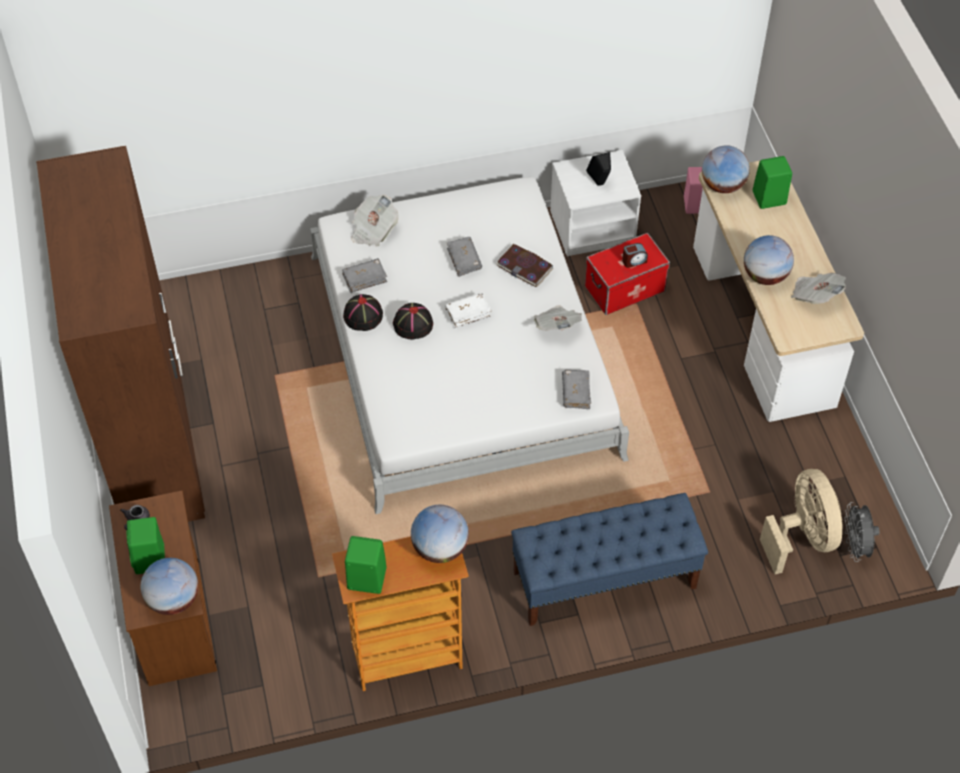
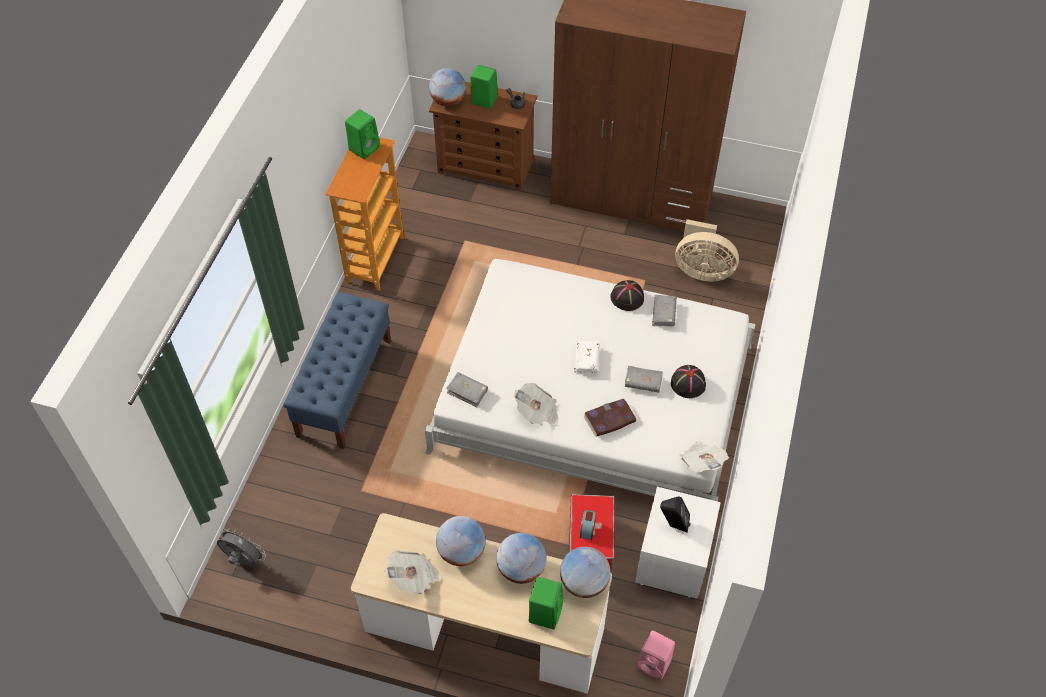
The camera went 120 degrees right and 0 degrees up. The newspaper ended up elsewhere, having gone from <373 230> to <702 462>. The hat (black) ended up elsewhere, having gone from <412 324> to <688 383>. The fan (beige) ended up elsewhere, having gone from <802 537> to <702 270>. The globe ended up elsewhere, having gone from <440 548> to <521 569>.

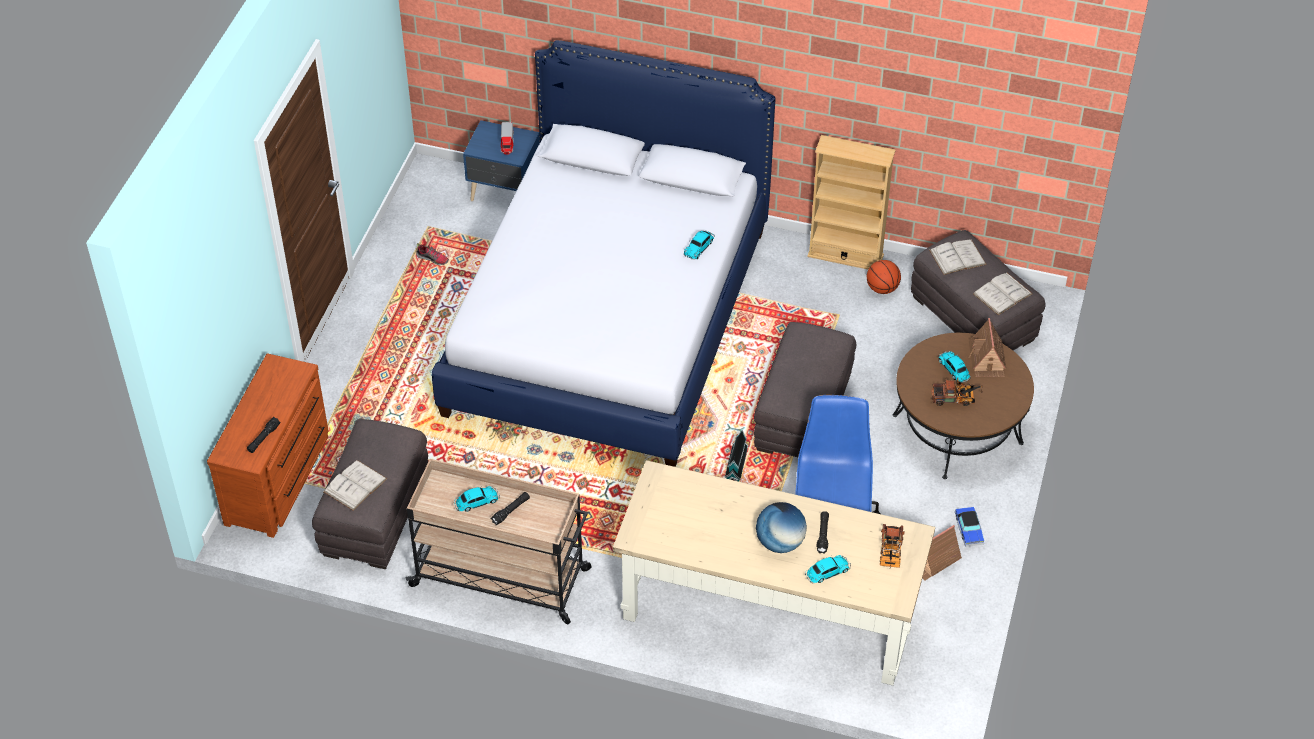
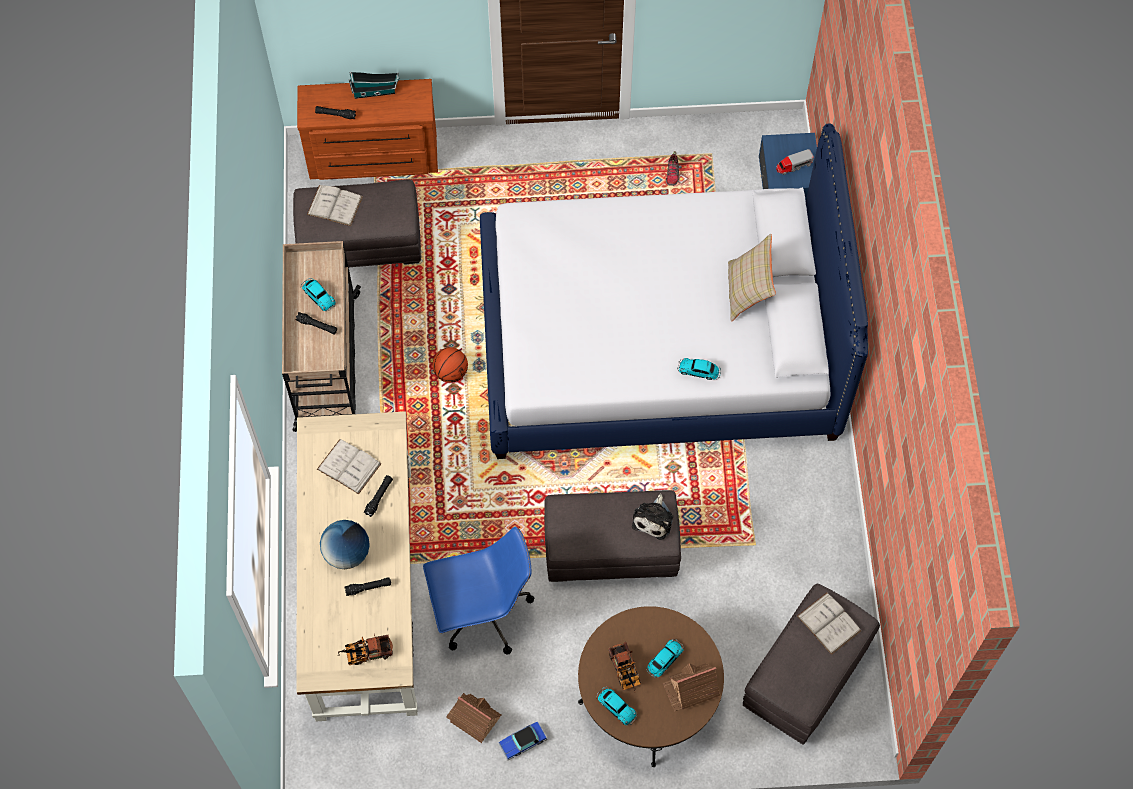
The camera went 70 degrees right and 15 degrees up. The second view lost the bookcase (beige) at <845 255>. The basketball ended up elsewhere, having gone from <882 288> to <451 372>. The book (white) ended up elsewhere, having gone from <1002 294> to <349 466>. The toy house ended up elsewhere, having gone from <736 468> to <376 91>. The toy car ended up elsewhere, having gone from <827 572> to <616 706>. The second view gained the pillow (beige) at <748 292>. The second view gained the flashlight (black) at <379 497>. The second view gained the plush toy at <654 519>.

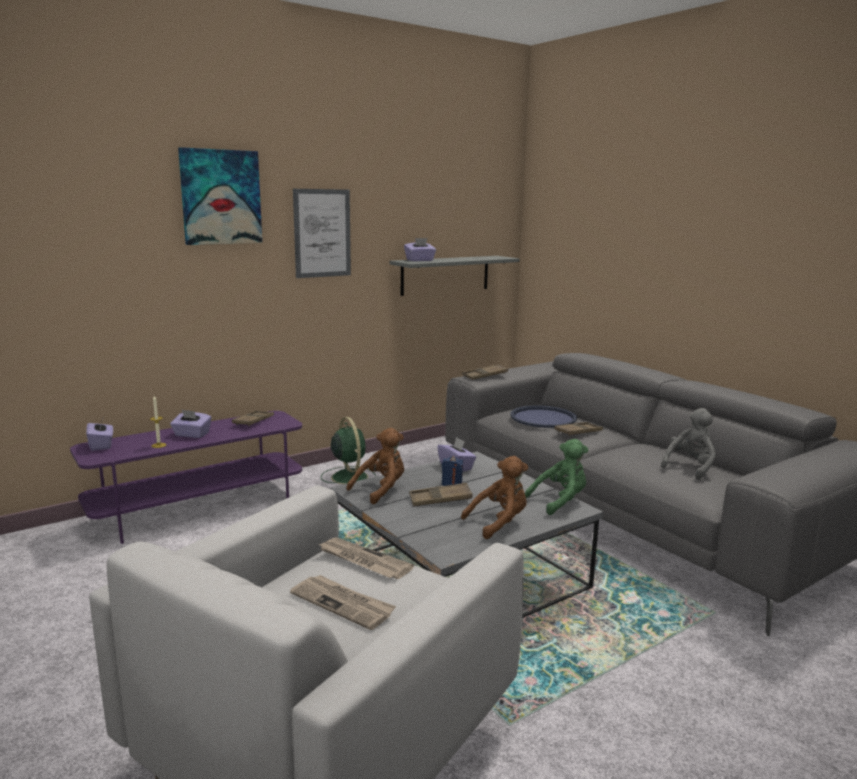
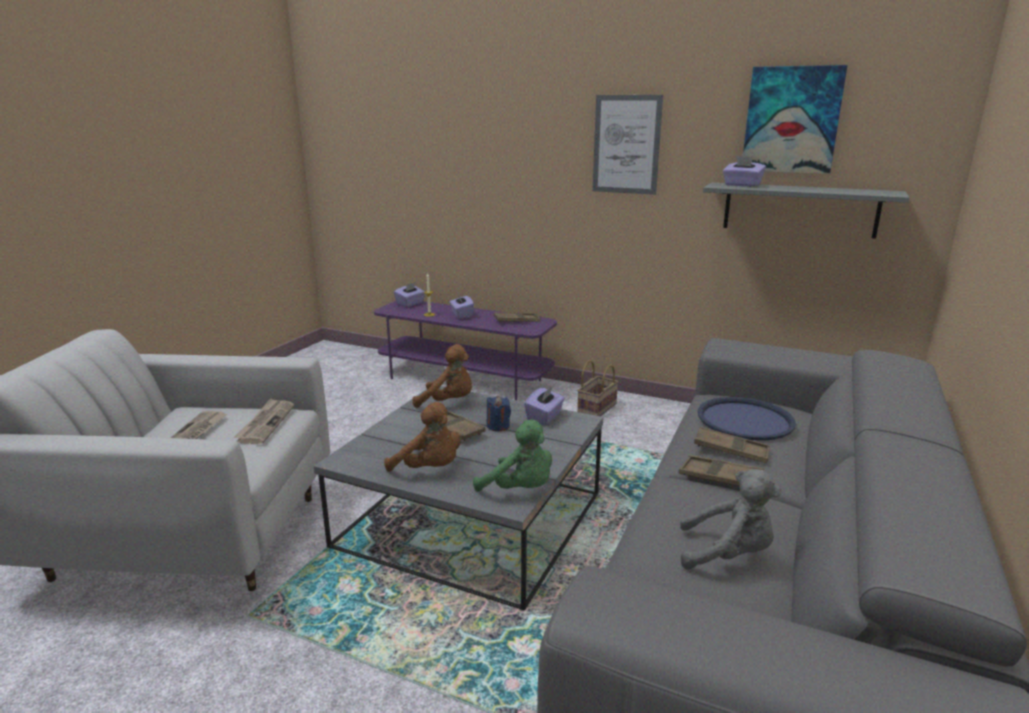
The camera went 60 degrees right and 5 degrees up. The picture ended up elsewhere, having gone from <221 197> to <792 120>. The tray (brown) ended up elsewhere, having gone from <485 375> to <720 477>. Where the fan (green) stood at <349 476>, the basket came to stand at <596 408>.

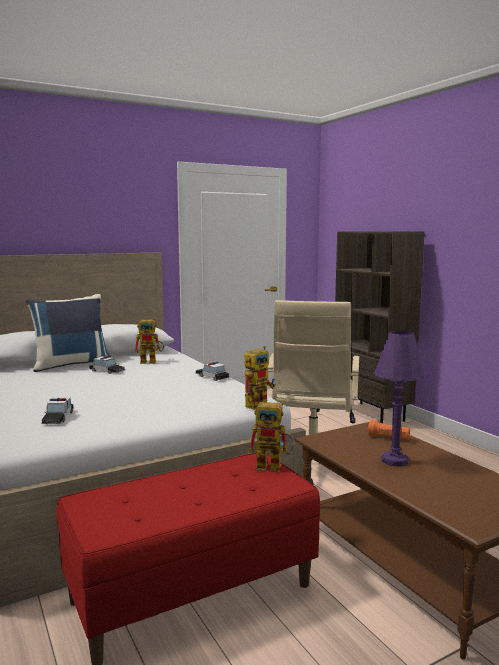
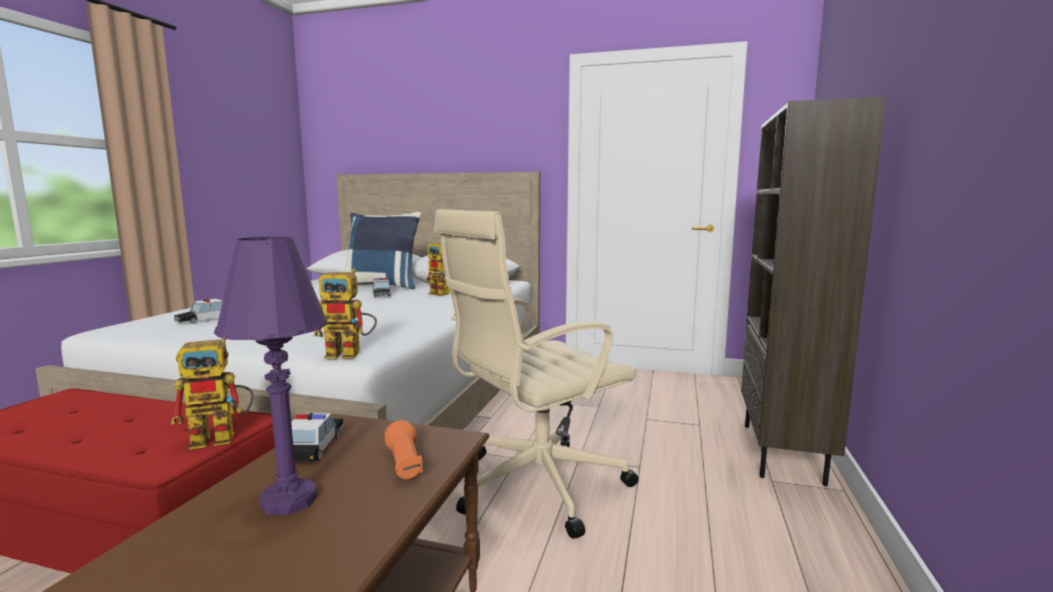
The camera went 45 degrees right and 0 degrees up. The toy car ended up elsewhere, having gone from <212 377> to <314 446>. The toy robot at <274 467> ended up facing another way, 75 degrees counterclockwise from before.

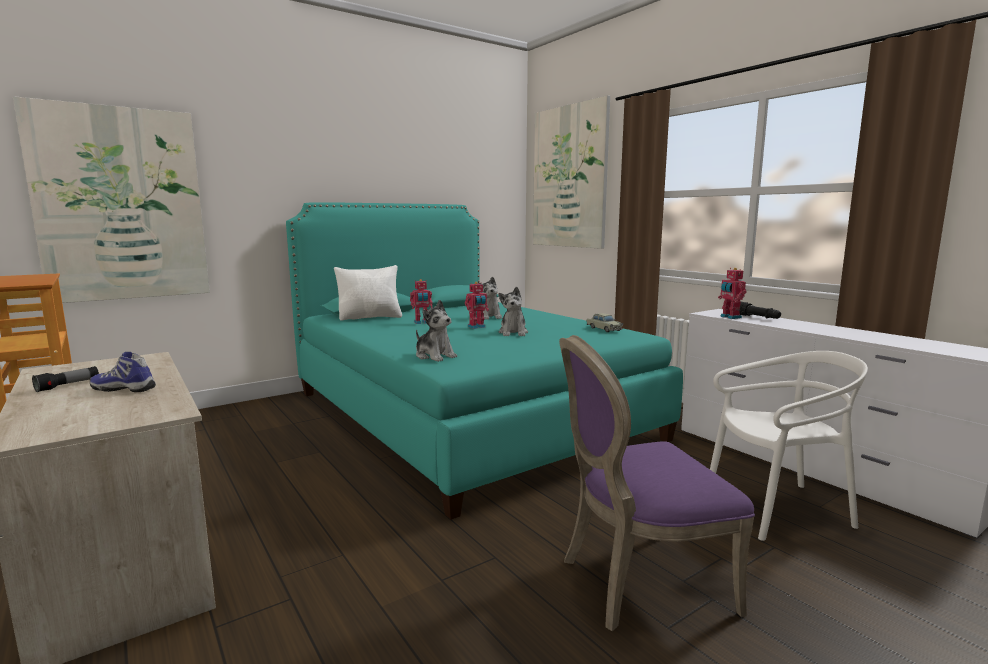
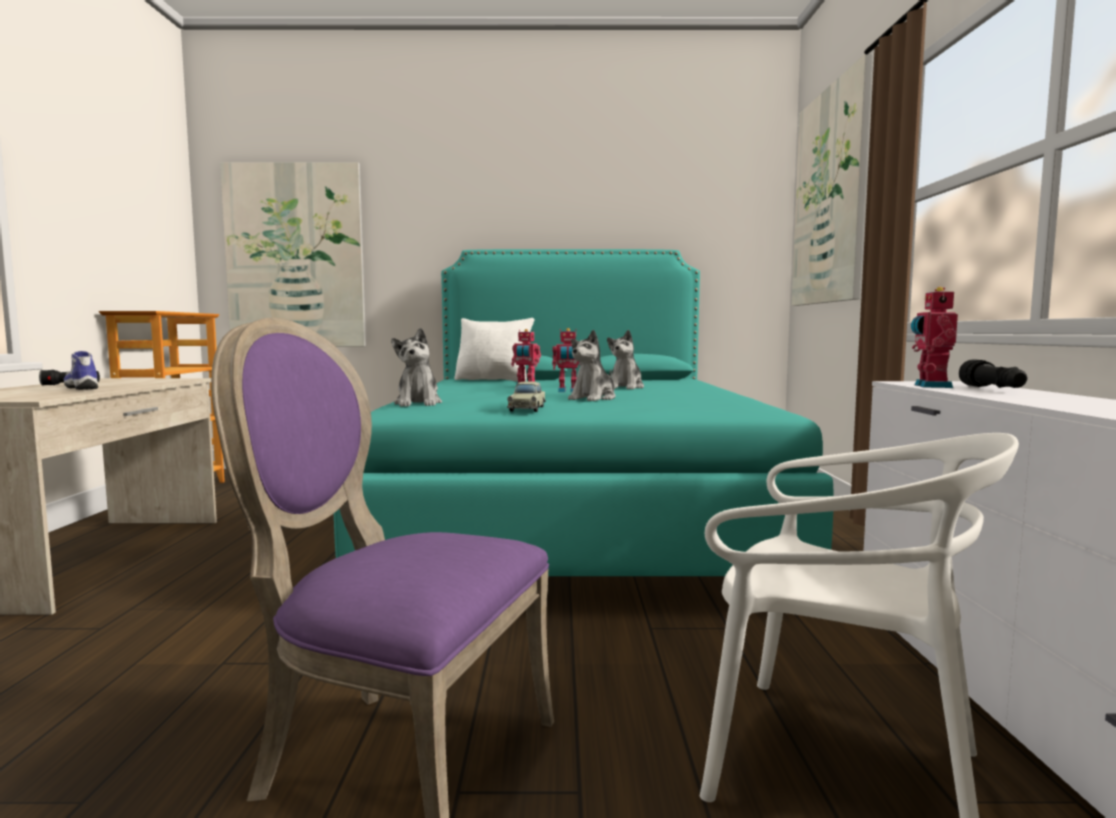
The camera went 35 degrees right and 5 degrees down. The toy car (beige) ended up elsewhere, having gone from <604 329> to <527 408>.

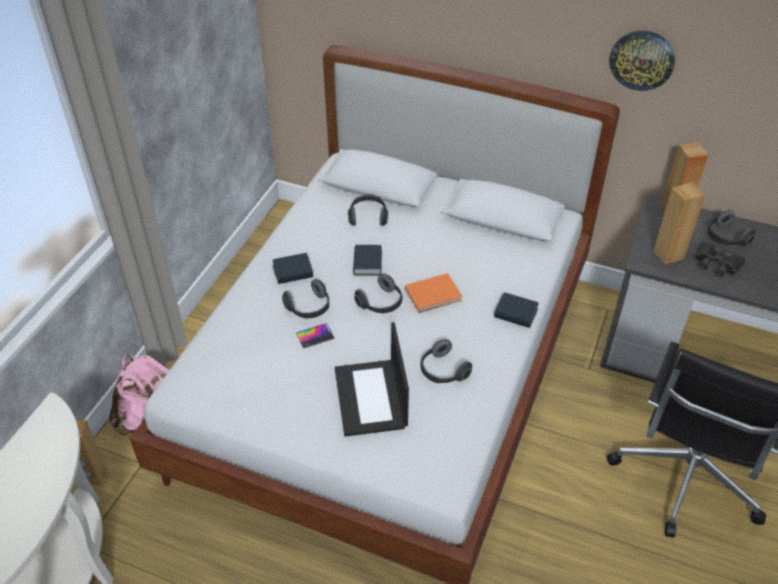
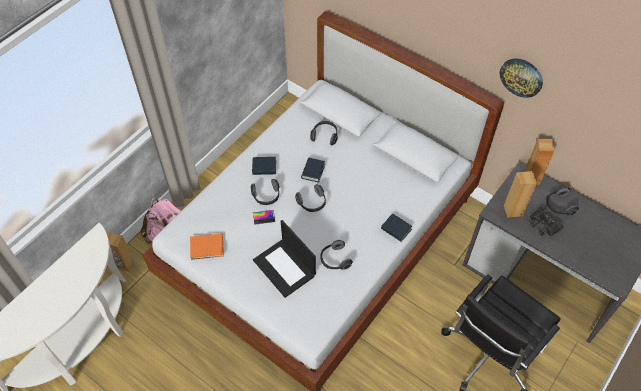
The camera went 15 degrees right and 10 degrees up. The book (orange) ended up elsewhere, having gone from <434 295> to <208 247>. The laptop at <371 398> ended up facing another way, 45 degrees counterclockwise from before.

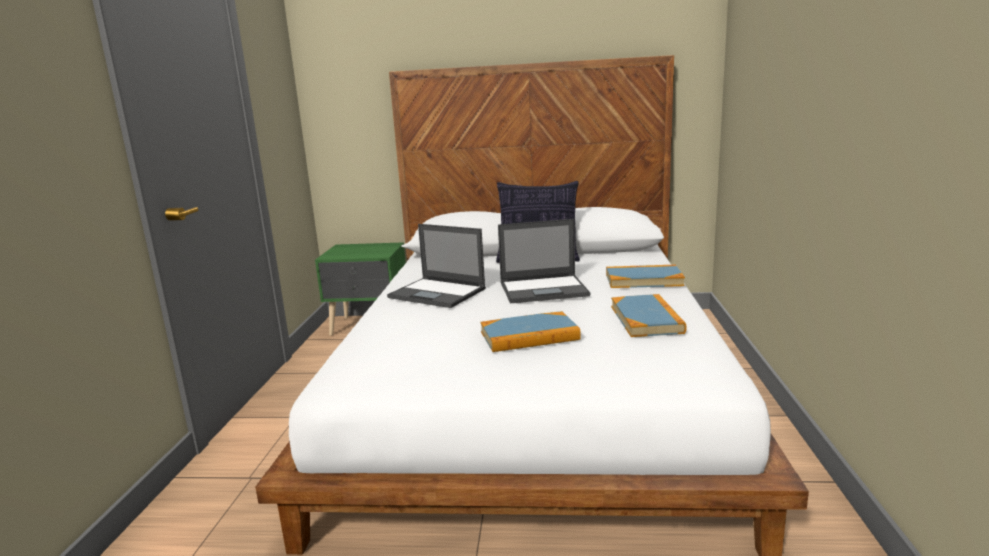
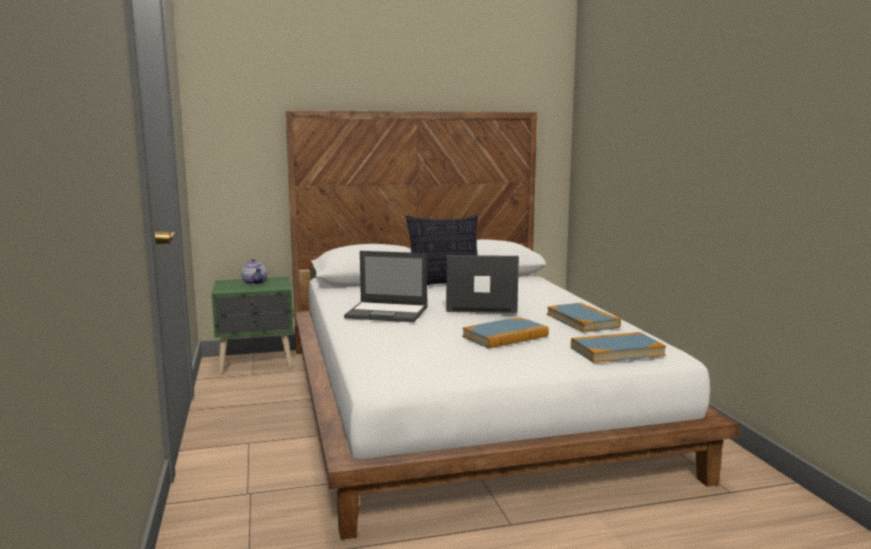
The camera went 20 degrees left and 5 degrees down. The laptop at <544 289> ended up facing another way, 150 degrees counterclockwise from before. The book ended up elsewhere, having gone from <643 280> to <617 351>. The second view gained the teapot at <255 282>.

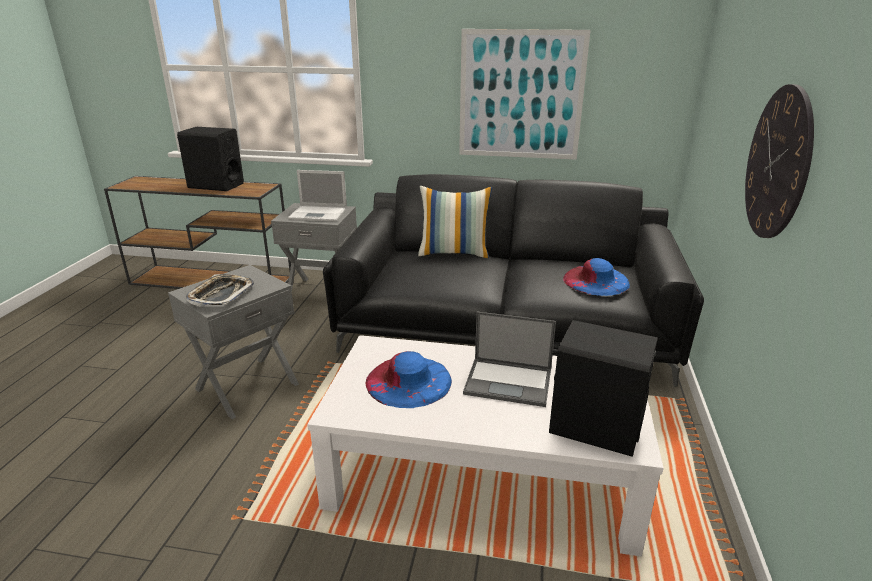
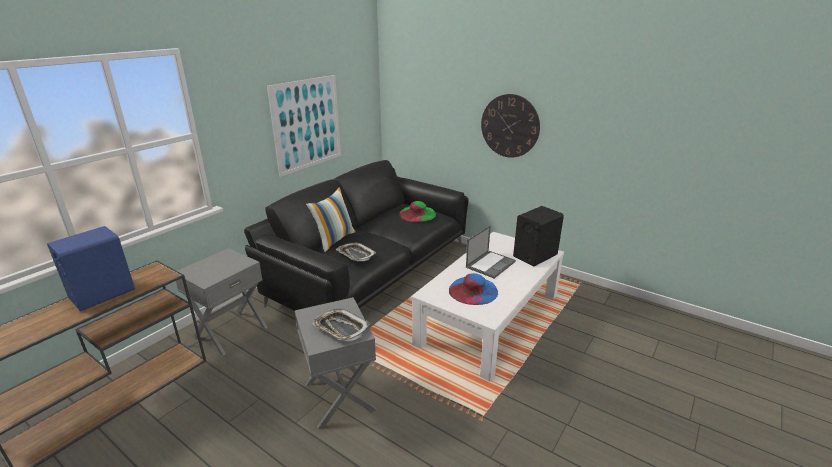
The camera went 65 degrees left and 0 degrees up. What was the speaker (black) at <215 185> turned into the speaker (blue) at <101 294>. The second view lost the laptop at <319 214>. What was the hat (blue) at <596 281> turned into the hat (green) at <417 214>. The second view gained the tray at <355 255>.

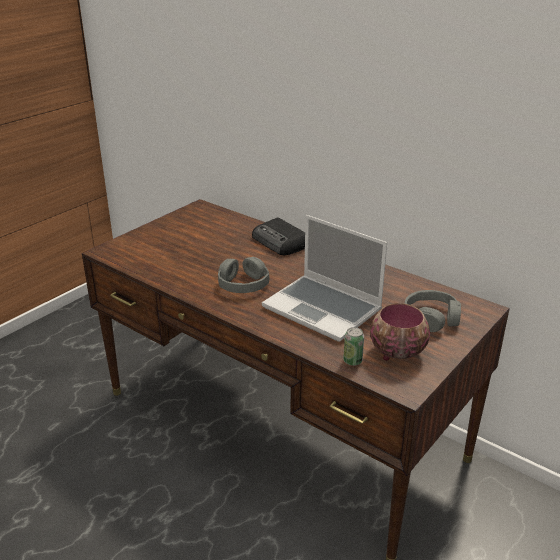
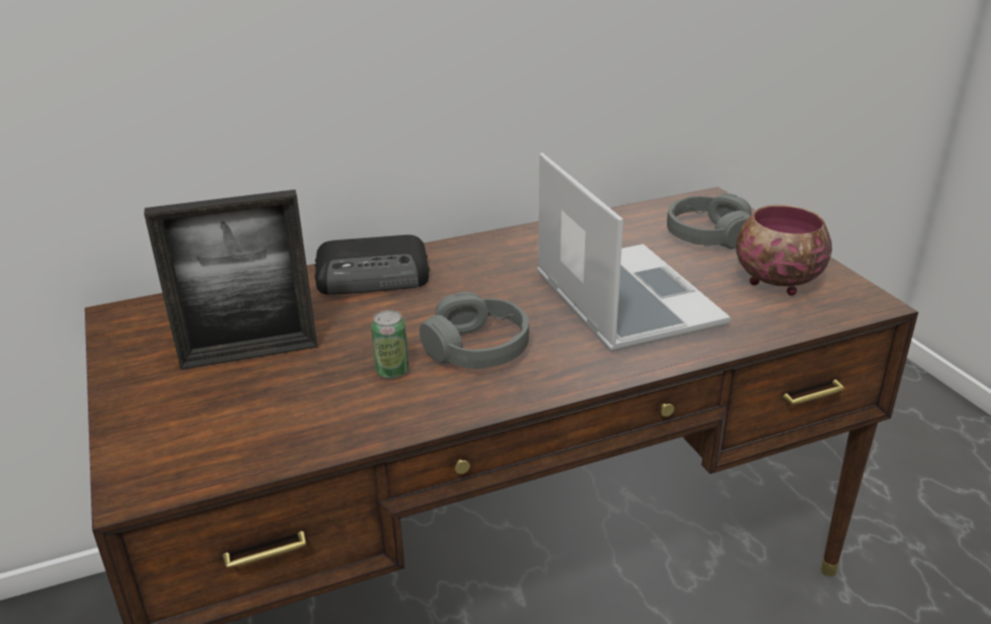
The camera went 60 degrees left and 0 degrees up. The laptop at <324 309> ended up facing another way, 90 degrees counterclockwise from before. The can ended up elsewhere, having gone from <352 361> to <392 371>. The second view gained the picture frame at <250 354>.

